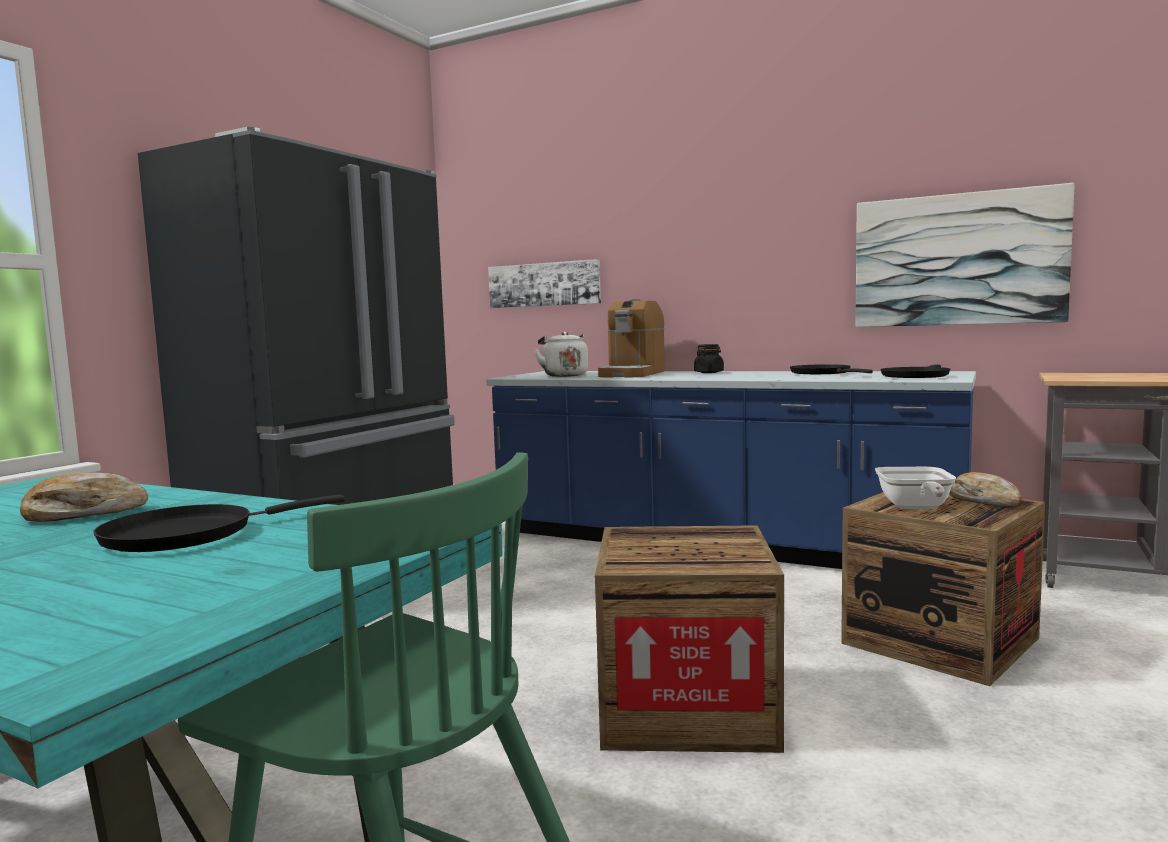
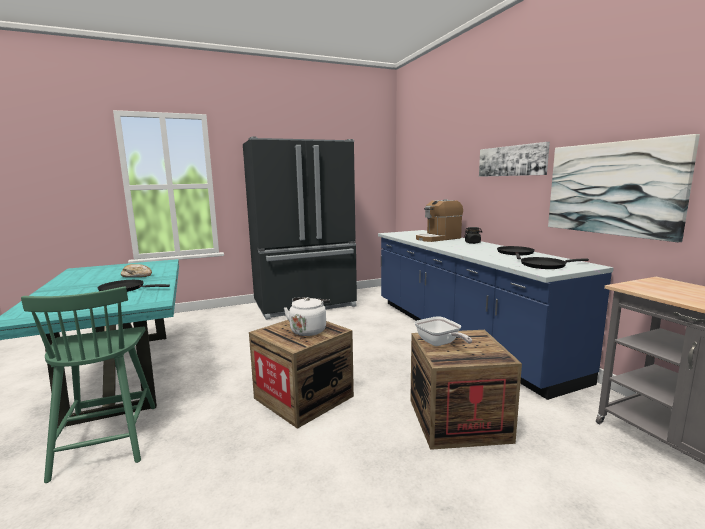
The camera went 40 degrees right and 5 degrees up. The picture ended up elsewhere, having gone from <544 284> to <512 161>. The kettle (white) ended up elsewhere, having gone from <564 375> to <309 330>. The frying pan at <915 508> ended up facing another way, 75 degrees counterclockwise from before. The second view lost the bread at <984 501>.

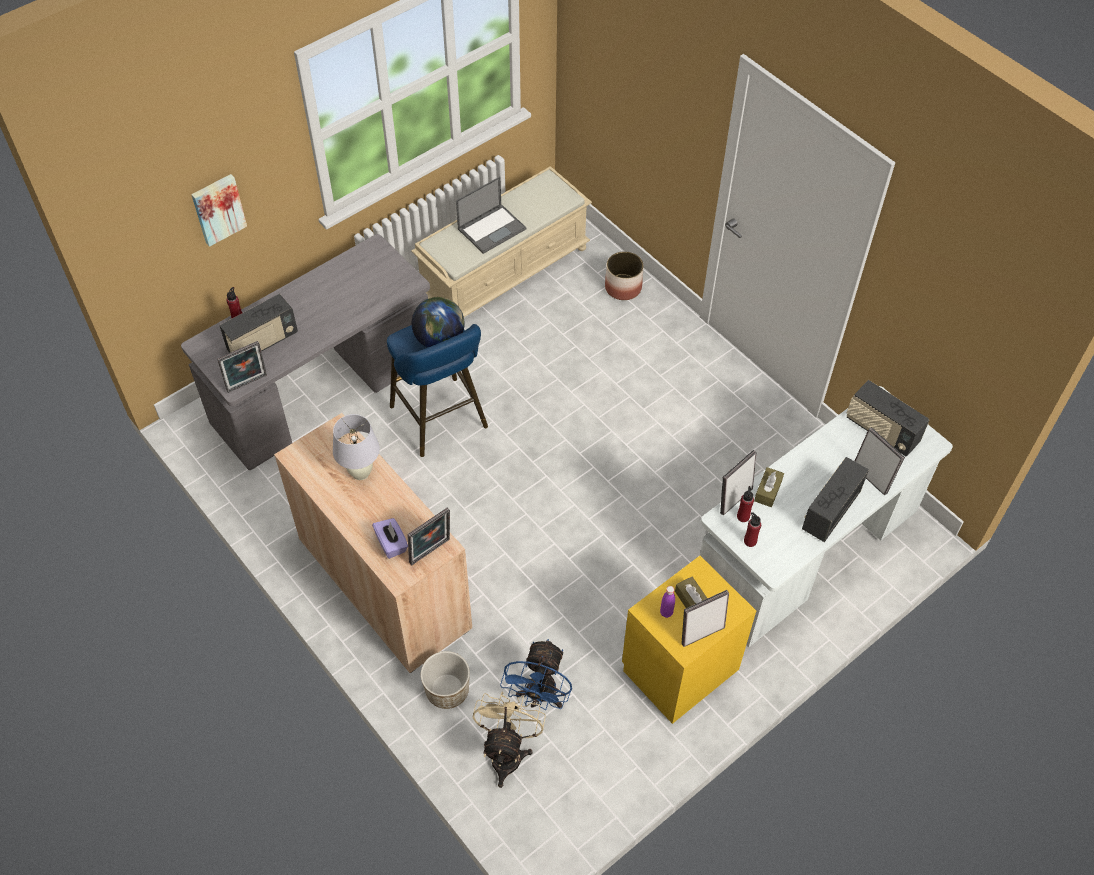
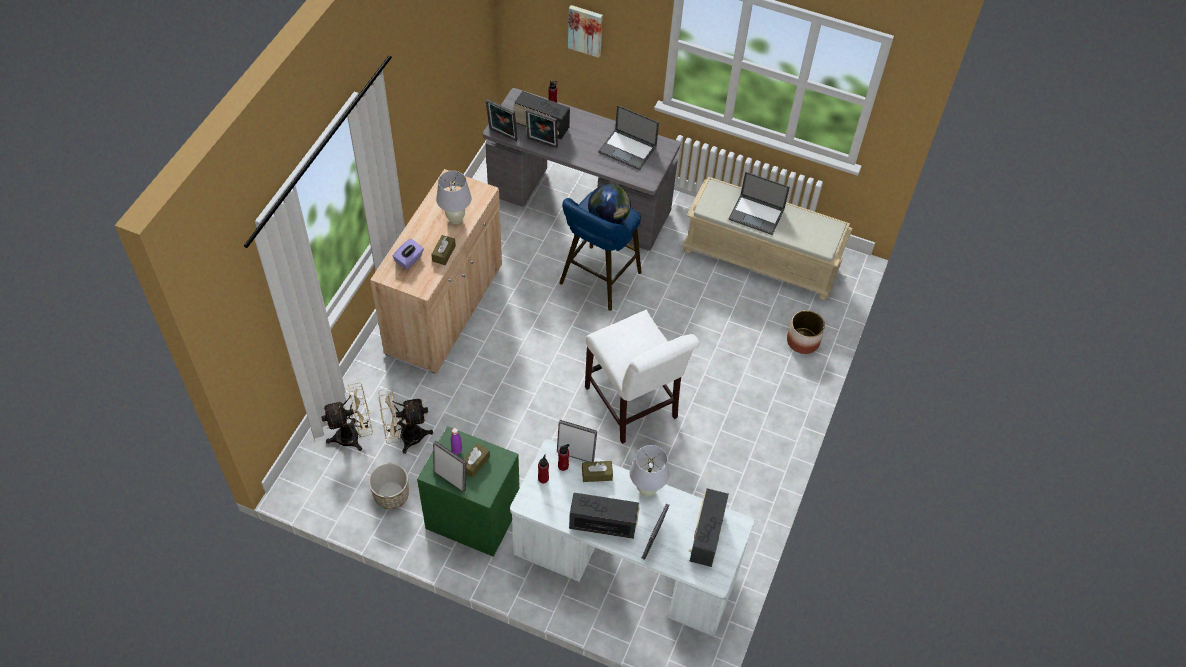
The camera went 60 degrees right and 0 degrees up. The picture frame ended up elsewhere, having gone from <431 553> to <541 144>. What was the nightstand (yellow) at <679 668> turned into the nightstand (green) at <473 516>. What was the fan (blue) at <539 697> turned into the fan (beige) at <405 437>. The planter ended up elsewhere, having gone from <447 690> to <391 495>. The second view gained the laptop at <628 149>. The second view gained the tissue box (brown) at <444 253>. The second view gained the chair (white) at <633 407>. The second view gained the table lamp (white) at <646 490>.

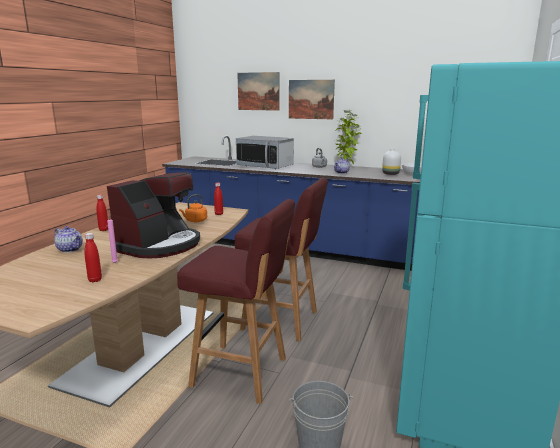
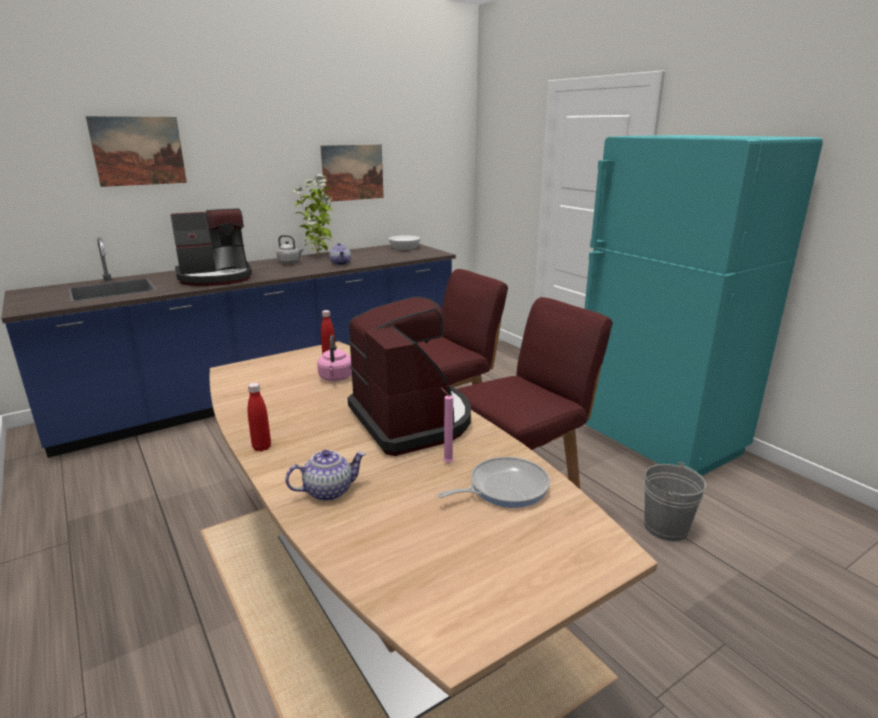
The camera went 55 degrees left and 5 degrees up. The picture ended up elsewhere, having gone from <311 99> to <353 172>. Where the microwave stood at <265 166>, the coffee machine came to stand at <216 277>. The second view lost the vase (white) at <391 174>. What was the kettle (orange) at <195 221> turned into the kettle (pink) at <336 378>. Where the bottle (red) stood at <95 280>, the frying pan came to stand at <504 488>.

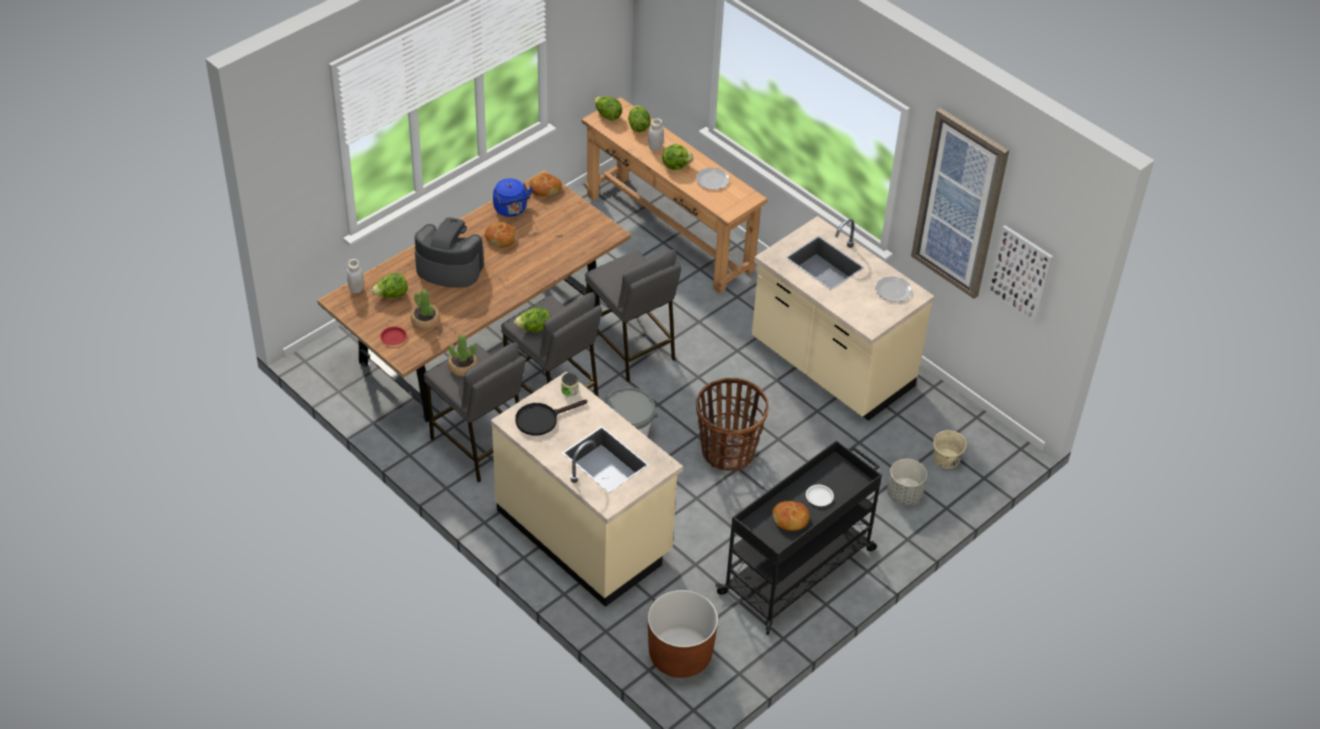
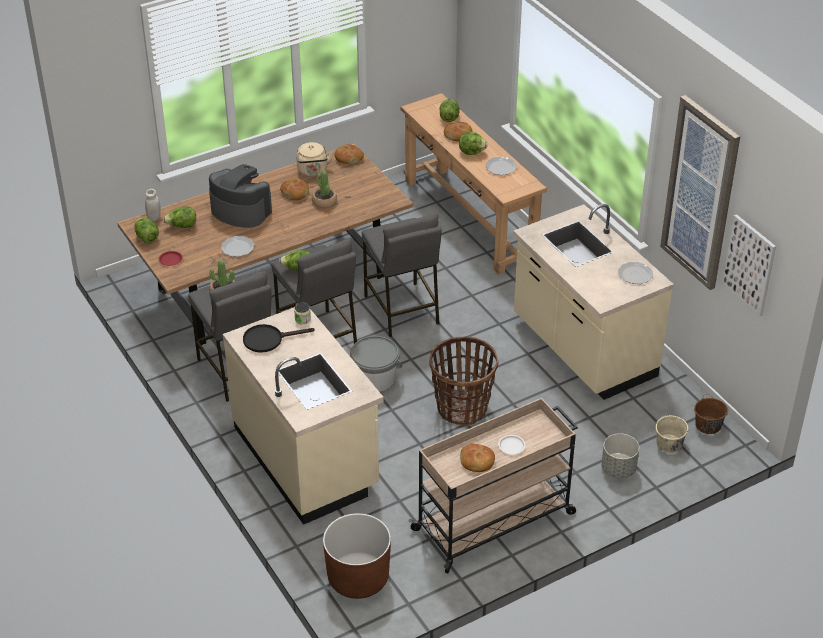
The camera went 15 degrees right and 5 degrees down. The lettuce ended up elsewhere, having gone from <607 115> to <146 237>. Where the jar (white) stood at <655 147>, the bread came to stand at <458 135>. What was the kettle (blue) at <511 210> turned into the kettle (beige) at <313 171>. The potted plant ended up elsewhere, having gone from <425 321> to <324 202>. What was the cart (black) at <798 570> turned into the cart (beige) at <495 521>. The second view gained the plate at <238 247>. The second view gained the bucket (brown) at <708 425>.

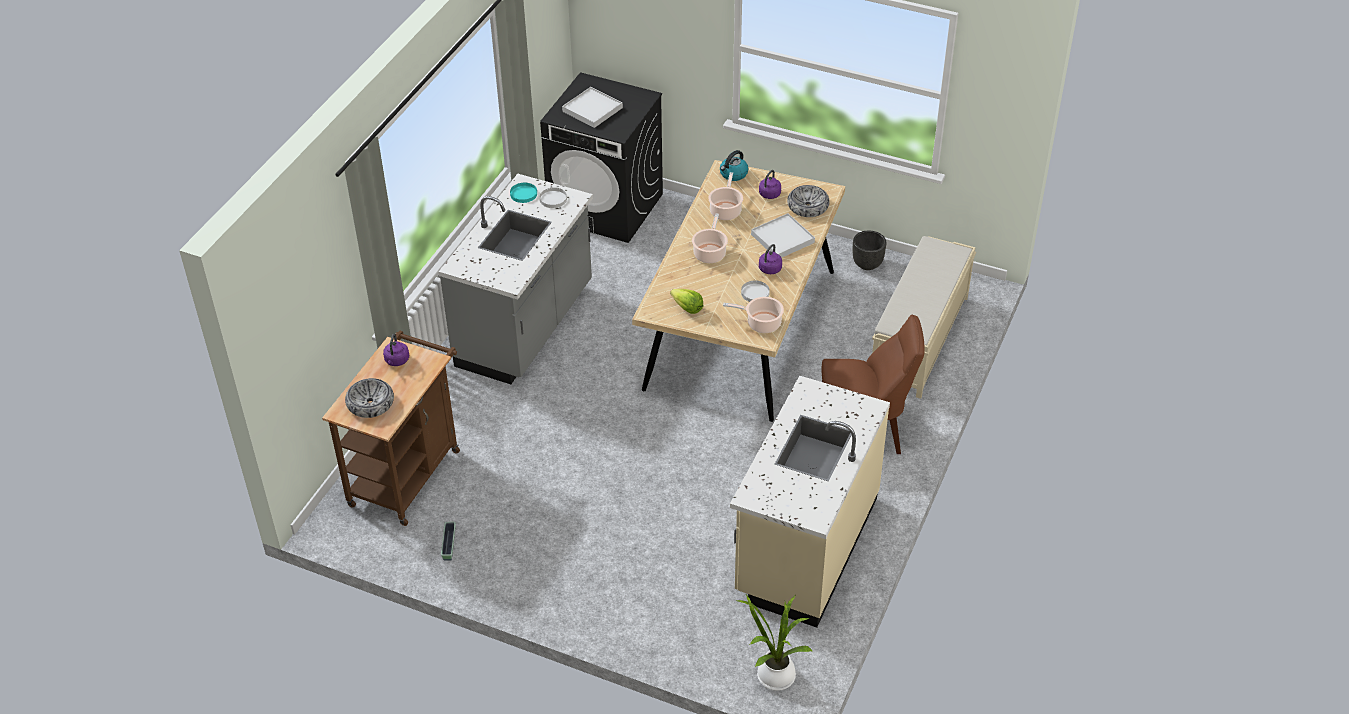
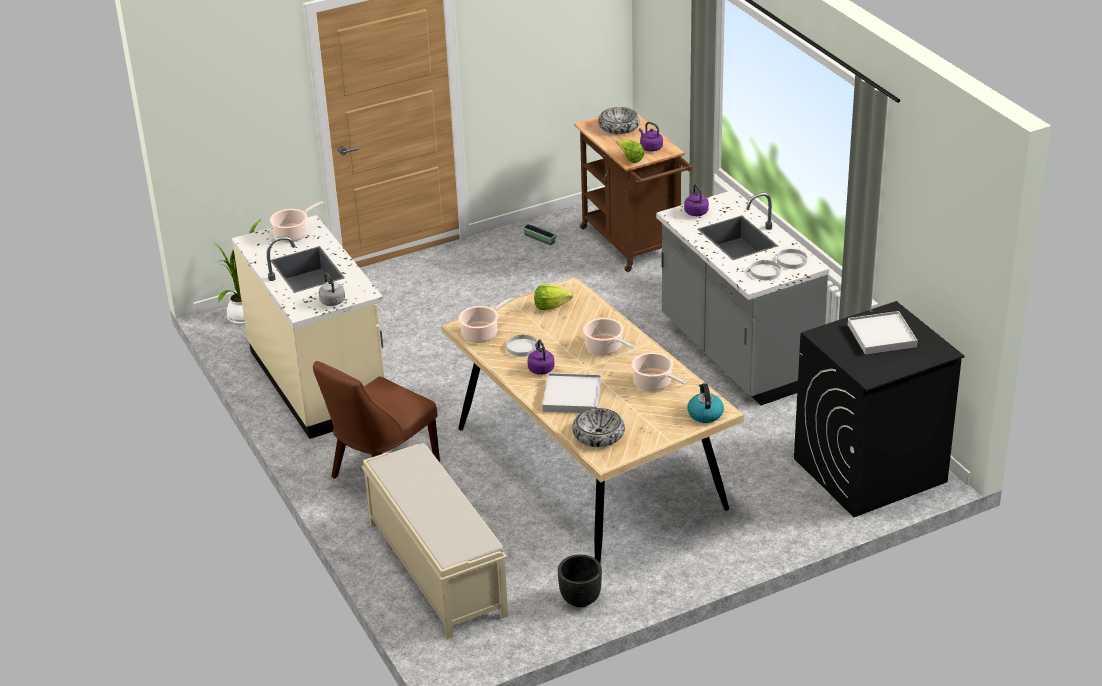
The camera went 130 degrees right and 10 degrees down. The kettle (purple) ended up elsewhere, having gone from <769 195> to <695 211>. What was the plate (turquoise) at <524 194> turned into the plate (white) at <791 260>. The second view gained the lettuce at <630 158>. The second view gained the cooking pot at <293 234>. The second view gained the kettle (grey) at <333 302>.

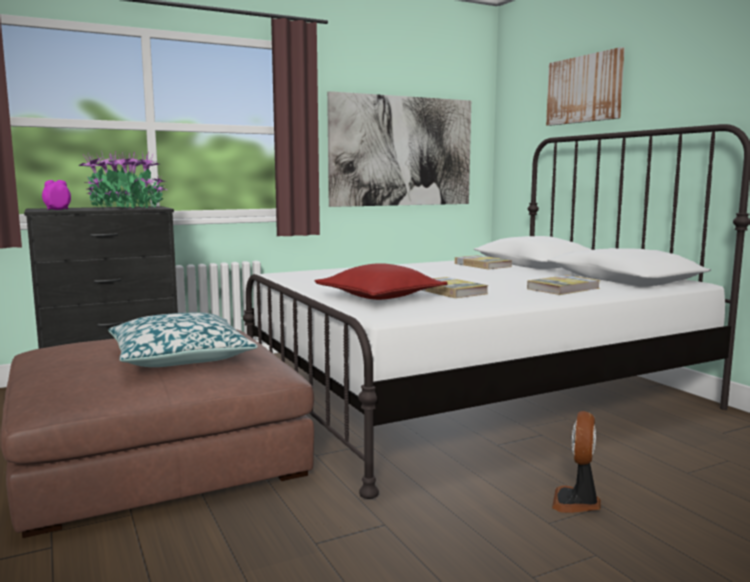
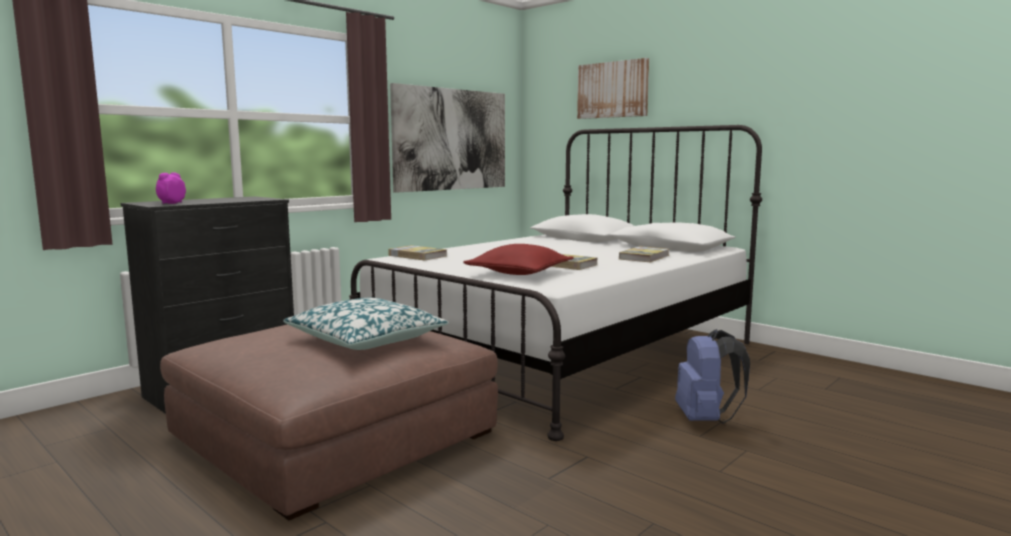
The camera went 20 degrees left and 0 degrees up. The second view lost the potted plant at <125 208>. The book ended up elsewhere, having gone from <482 265> to <417 256>. Where the fan stood at <577 502>, the backpack (blue) came to stand at <705 419>.

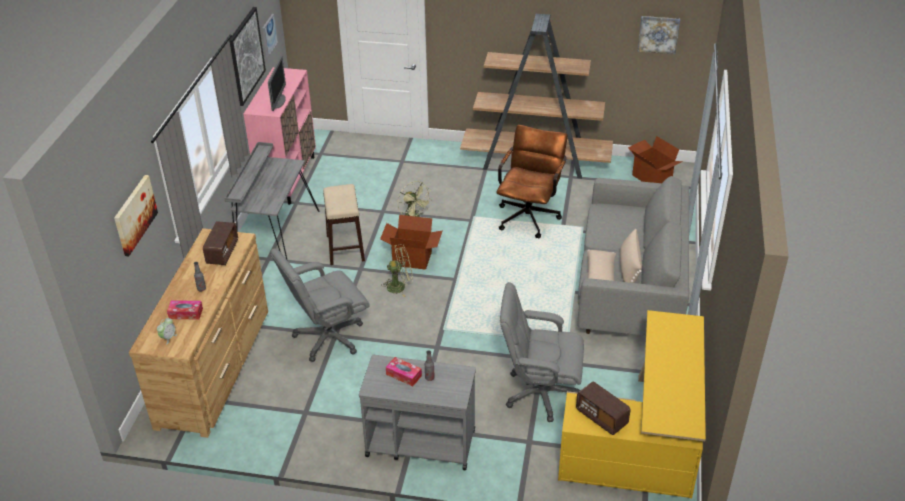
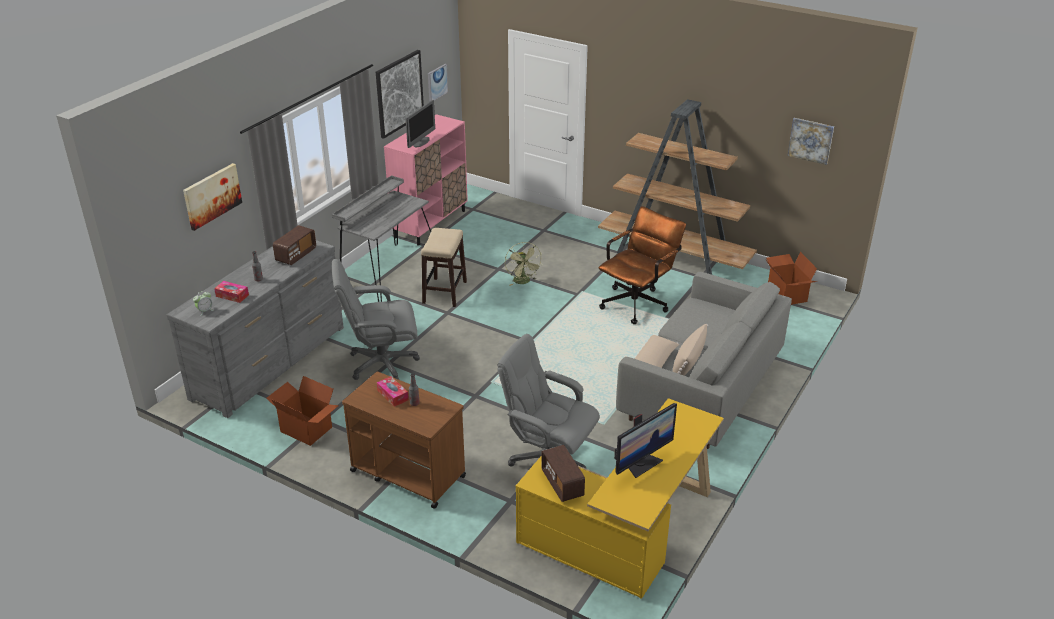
The camera went 20 degrees right and 5 degrees down. The cardboard box ended up elsewhere, having gone from <412 258> to <307 429>. What was the dresser (brown) at <215 366> turned into the dresser (grey) at <270 362>. The second view lost the fan (green) at <400 286>. What was the cart (grey) at <420 443> turned into the cart (brown) at <407 473>. The second view gained the monitor at <642 464>.

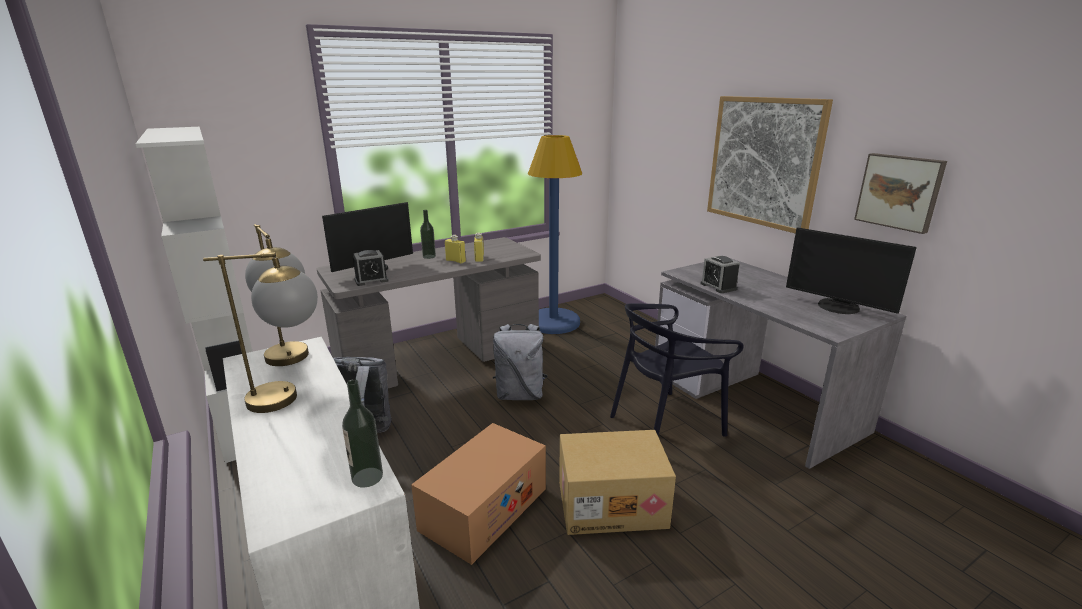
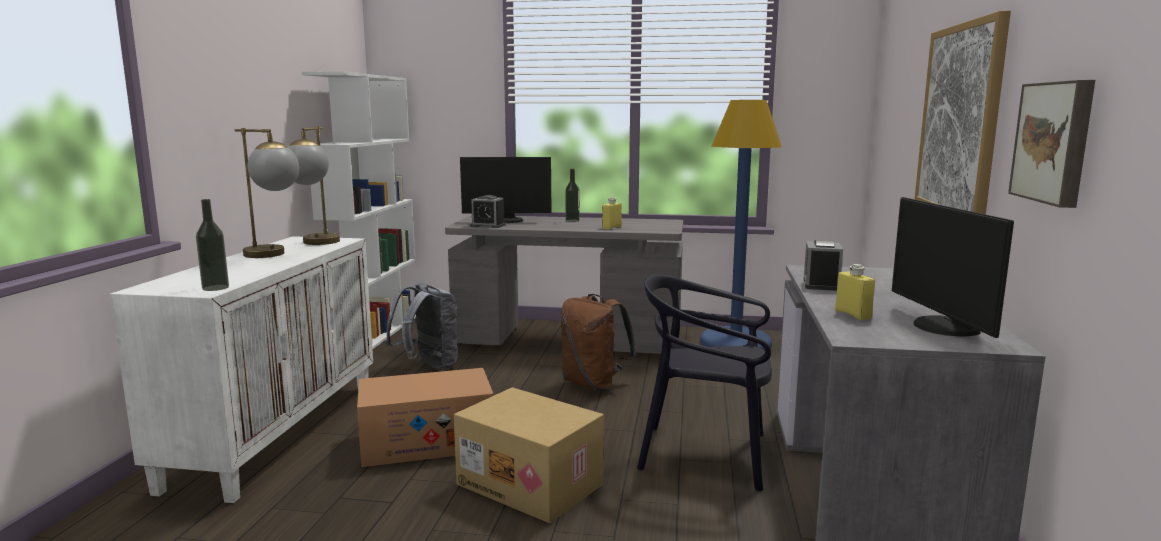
The camera went 40 degrees right and 10 degrees down. The bottle (yellow) ended up elsewhere, having gone from <455 261> to <853 314>. What was the backpack (grey) at <520 394> turned into the backpack (brown) at <594 384>.

